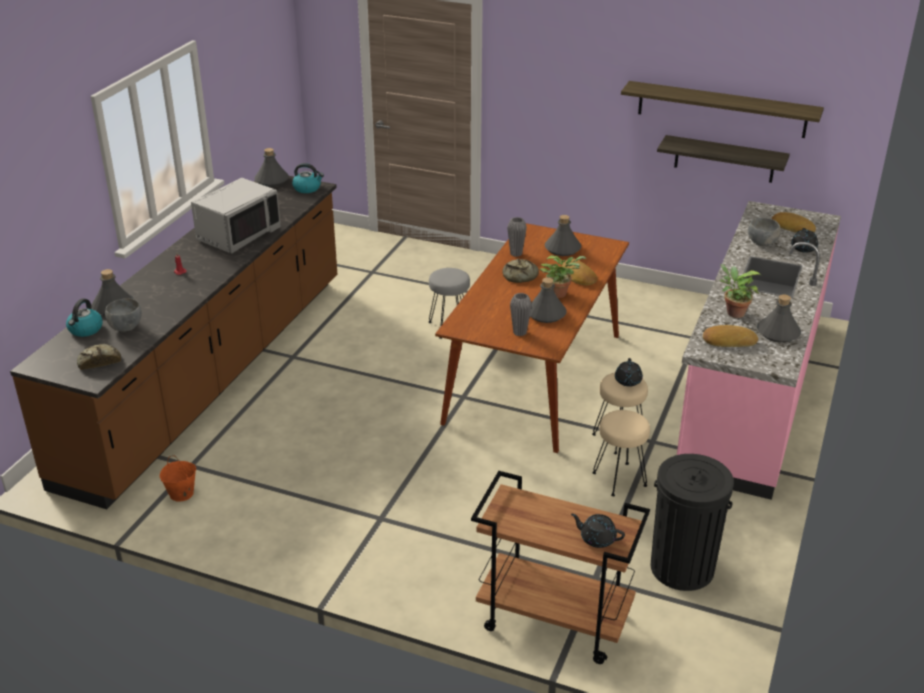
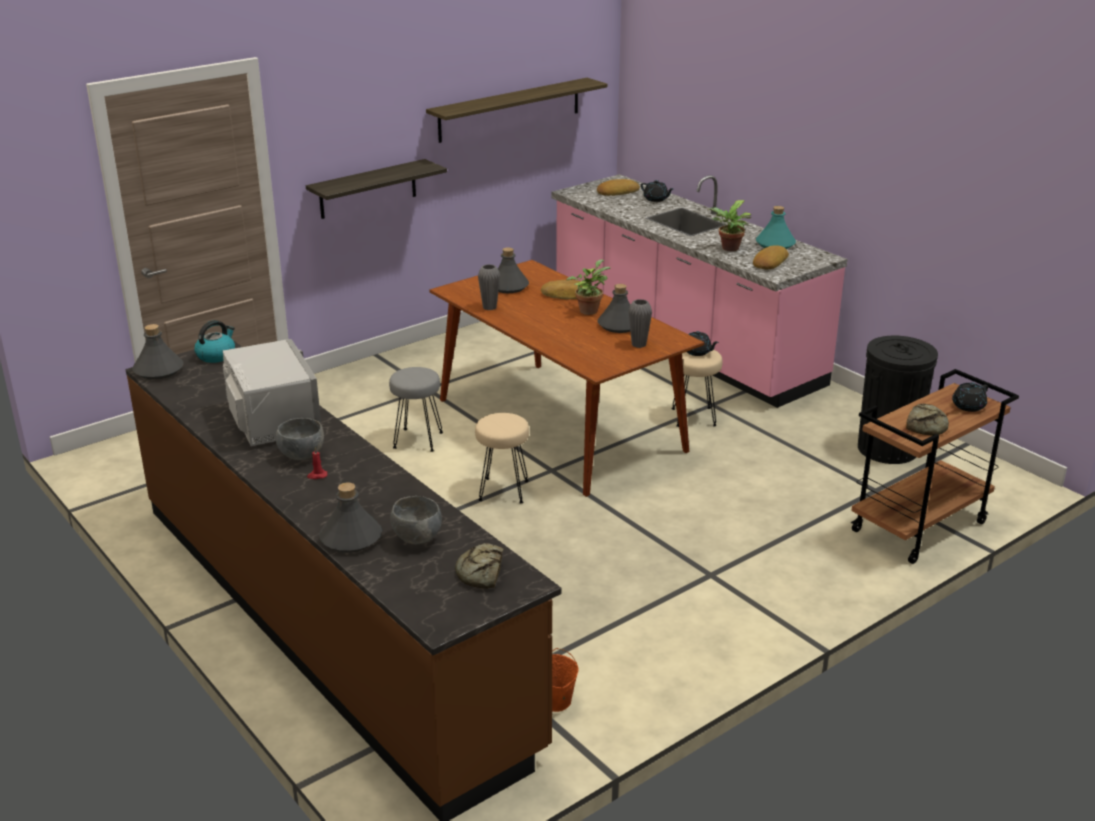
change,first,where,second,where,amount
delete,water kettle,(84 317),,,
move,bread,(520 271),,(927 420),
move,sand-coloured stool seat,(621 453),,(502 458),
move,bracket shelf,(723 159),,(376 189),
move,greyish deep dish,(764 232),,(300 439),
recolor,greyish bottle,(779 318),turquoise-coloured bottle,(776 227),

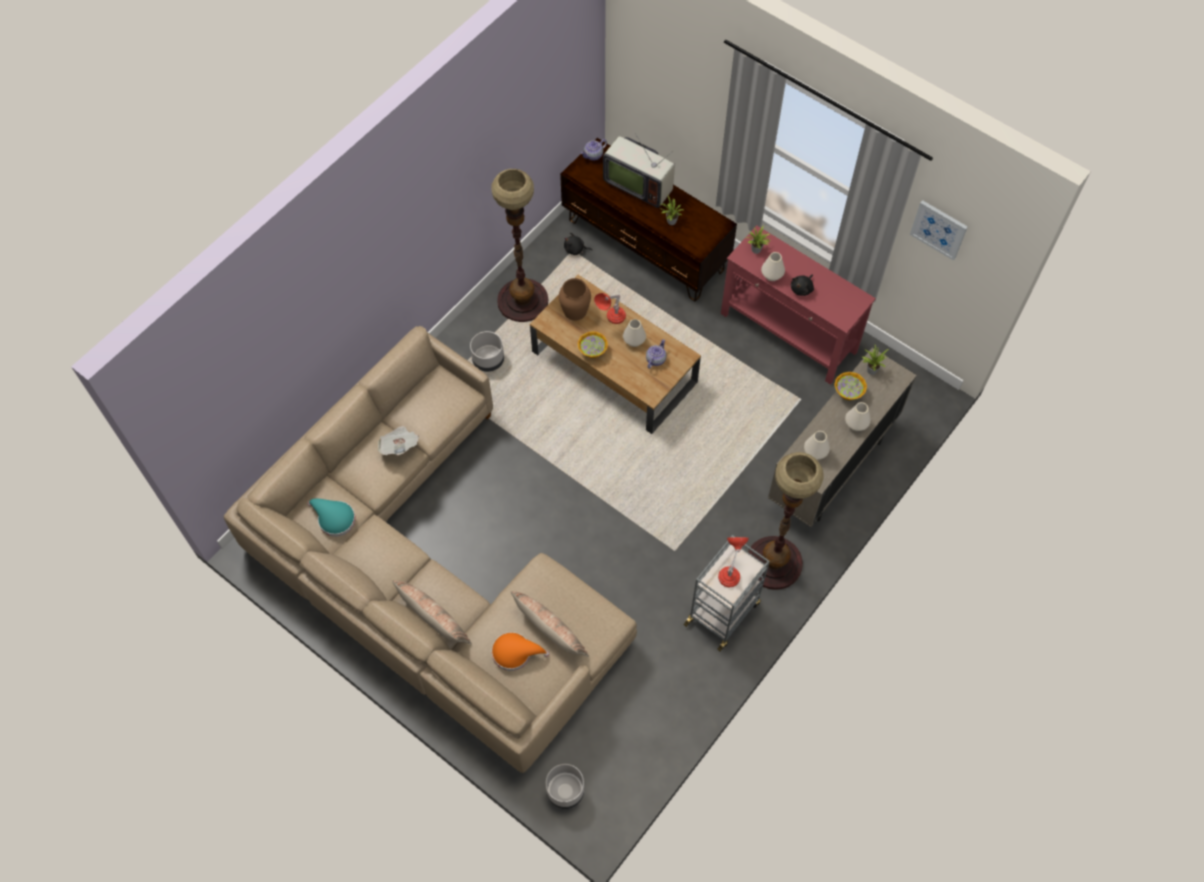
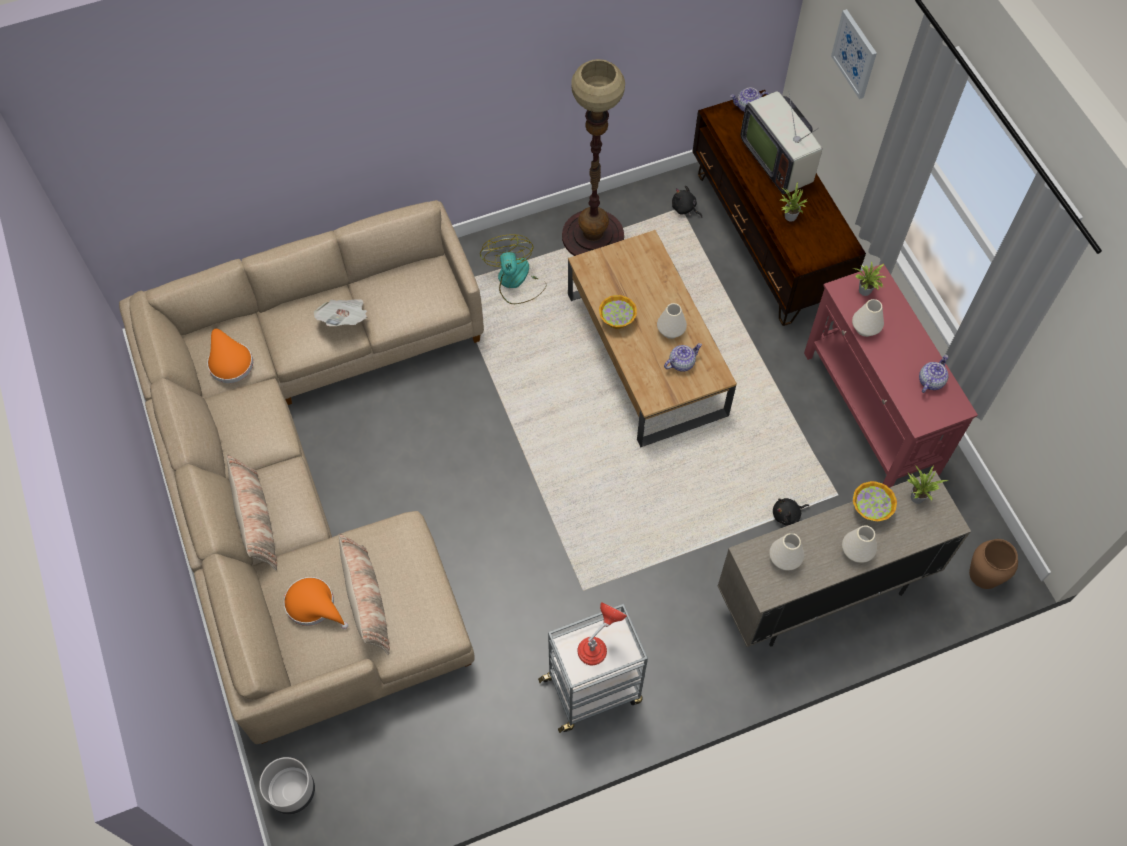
change,first,where,second,where,amount
recolor,turquoise-coloured clothing hat,(331 518),orangey clothing hat,(230 356),
replace,greyish plant pot,(487 351),fan,(513 269),
move,brown flower vase,(575 299),,(993 564),
delete,reddish lamp for a table,(610 308),,,
delete,standard lamp,(786 521),,,
move,black-coloured cuddly toy,(802 285),,(791 512),
move,picture,(939 230),,(854 54),
insert,,,tea pot,(933 374),

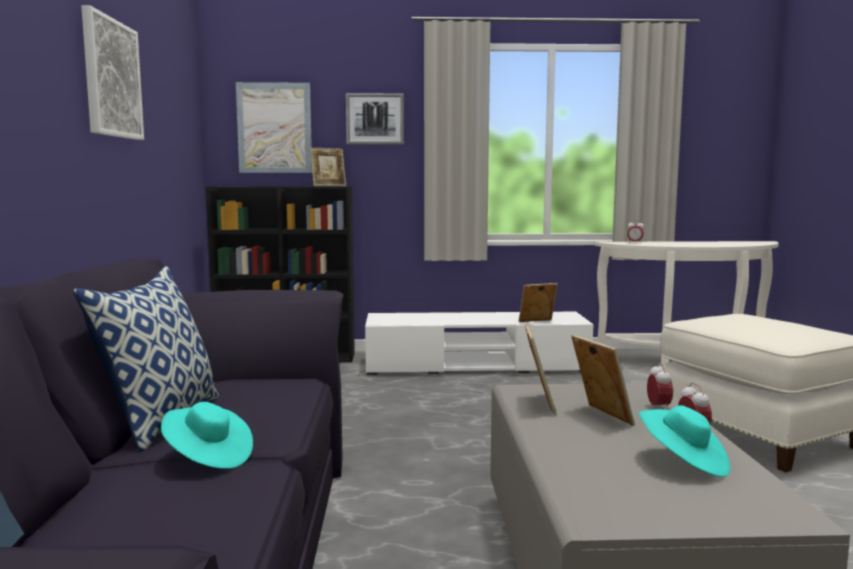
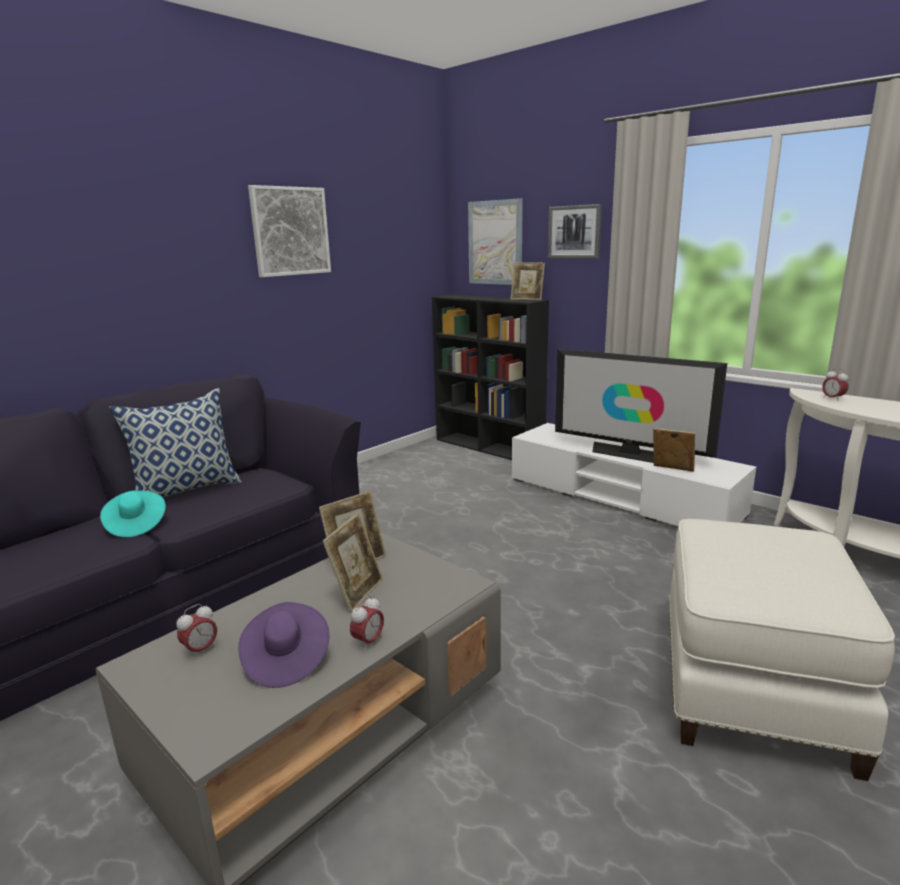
change,first,where,second,where,amount
recolor,turquoise-coloured clothing hat,(684 441),purple-coloured clothing hat,(283 645),
move,table clock,(660 386),,(196 631),
insert,,,television,(641 406),

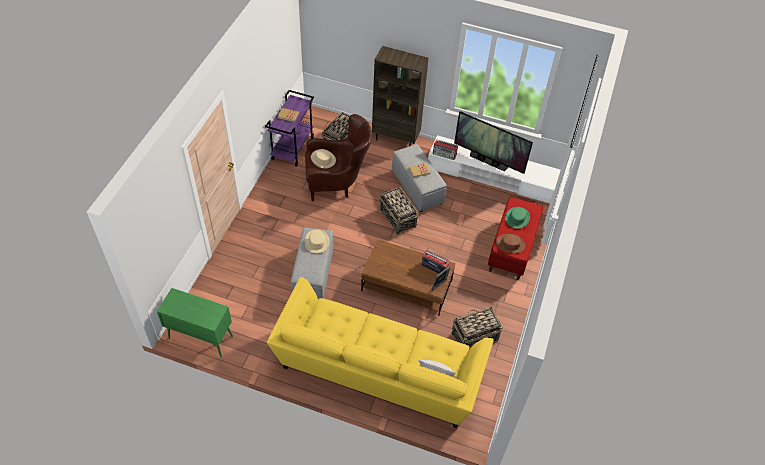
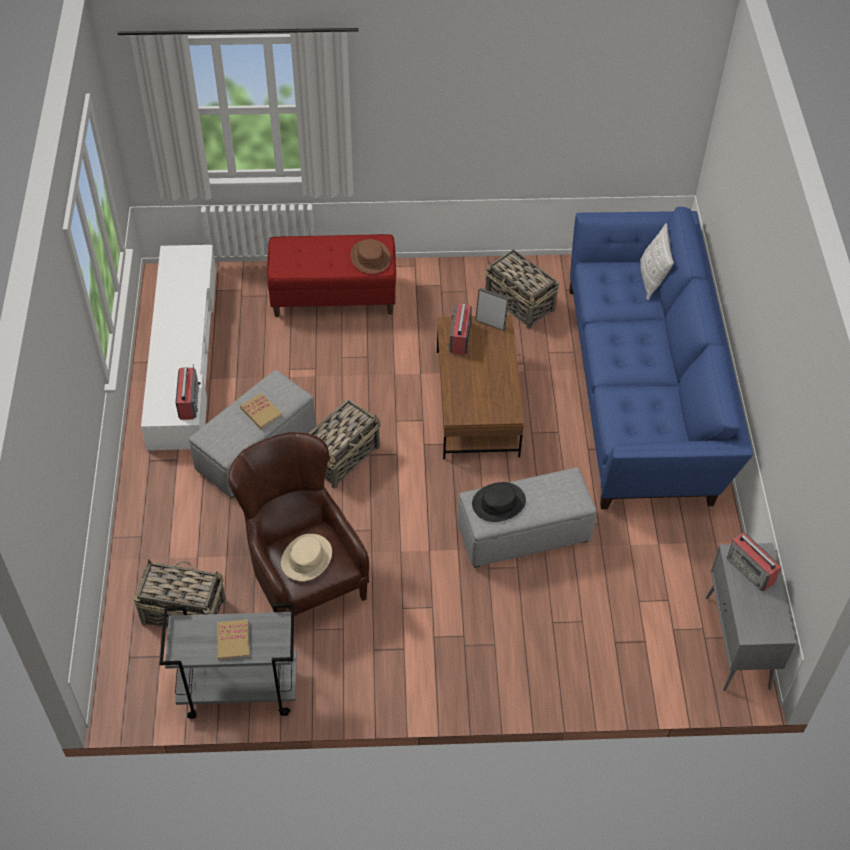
change,first,where,second,where,amount
recolor,green cupboard,(195 322),greyish cupboard,(751 617),
recolor,purple-coloured cart,(289 128),greyish cart,(228 661),
recolor,yellow-coloured couch,(380 352),blue couch,(661 358),
recolor,sand-coloured clothing hat,(317 241),black-coloured clothing hat,(499 502),
delete,brown bookshelf,(400 96),,,
delete,television,(493 142),,,
delete,green clothing hat,(517 218),,,
insert,,,radio receiver,(754 562),

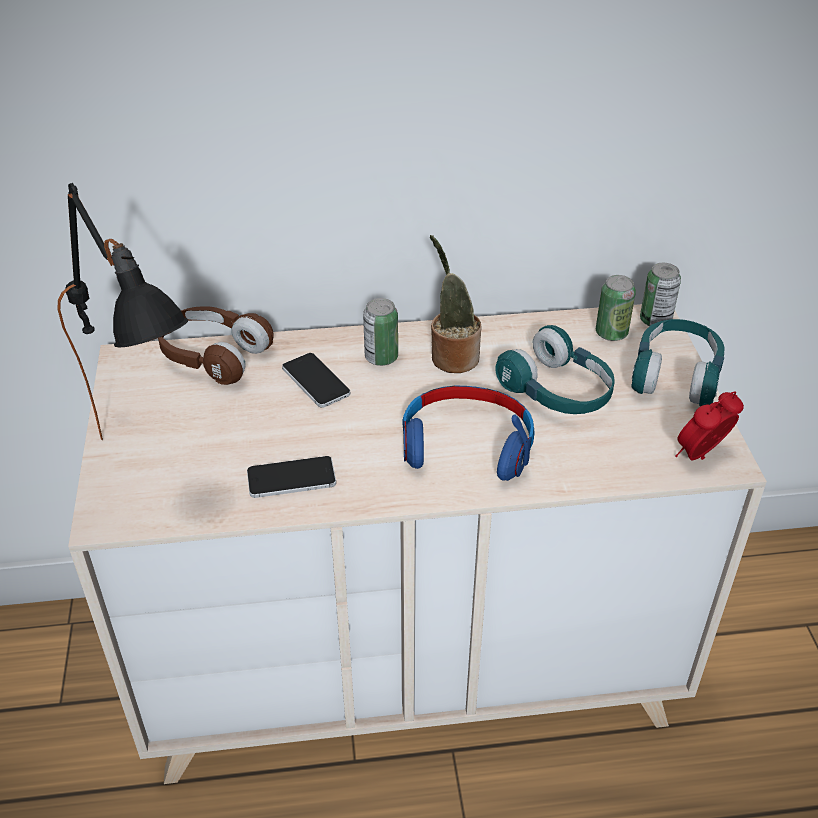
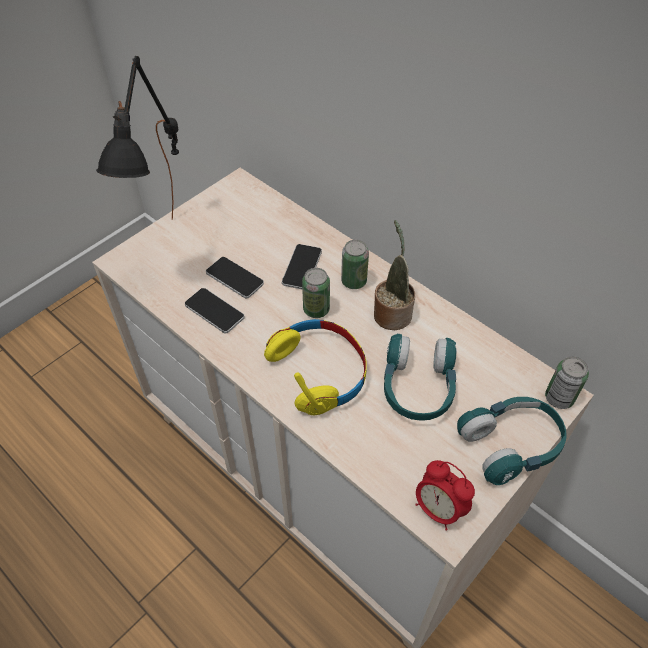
change,first,where,second,where,amount
delete,brown pair of headphones,(216 345),,,
recolor,blue pair of headphones,(468 433),yellow-coloured pair of headphones,(315 367),
move,metal can,(616 308),,(316 293),
rotate,table clock,(709 425),,(445 495),150 degrees counterclockwise
insert,,,phone,(235 277),

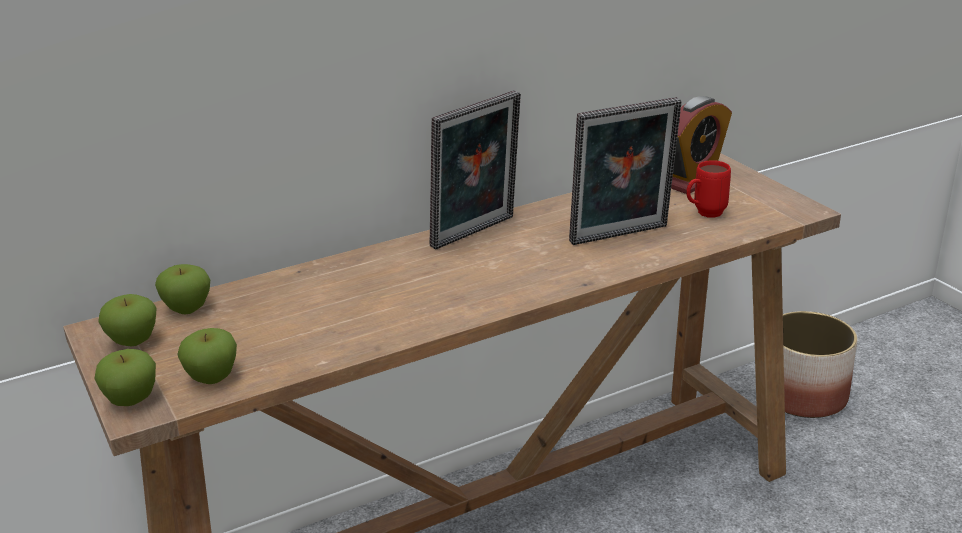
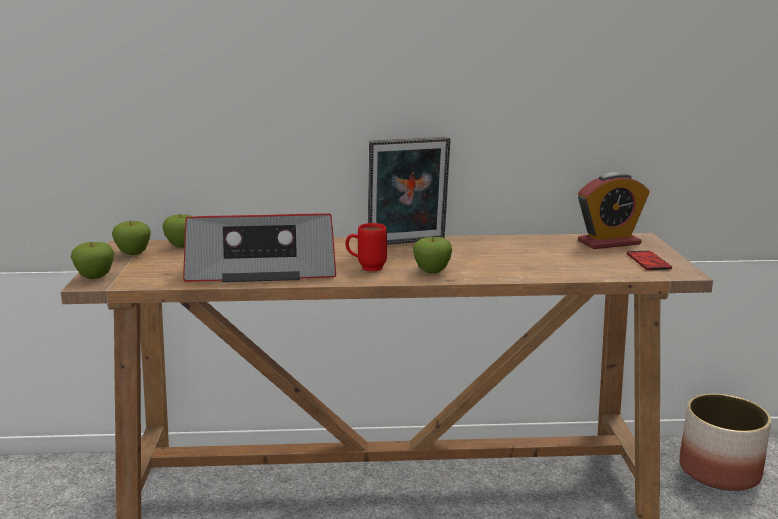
change,first,where,second,where,amount
move,whole apple,(207 356),,(432 255),
delete,standing frame,(625 171),,,
move,reddish coffee mug,(708 189),,(366 247),
insert,,,radio receiver,(259 248),
insert,,,phone,(649 260),

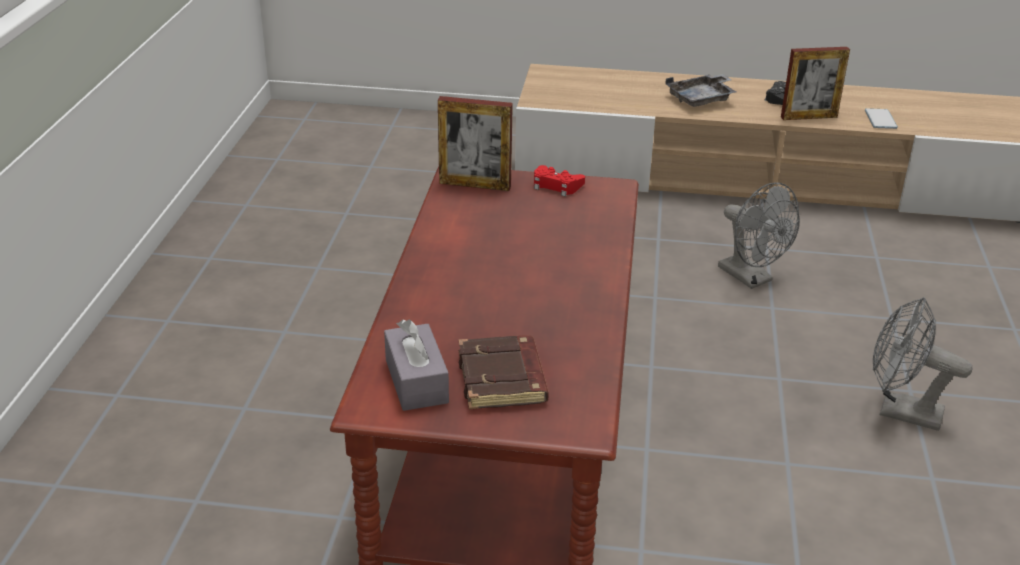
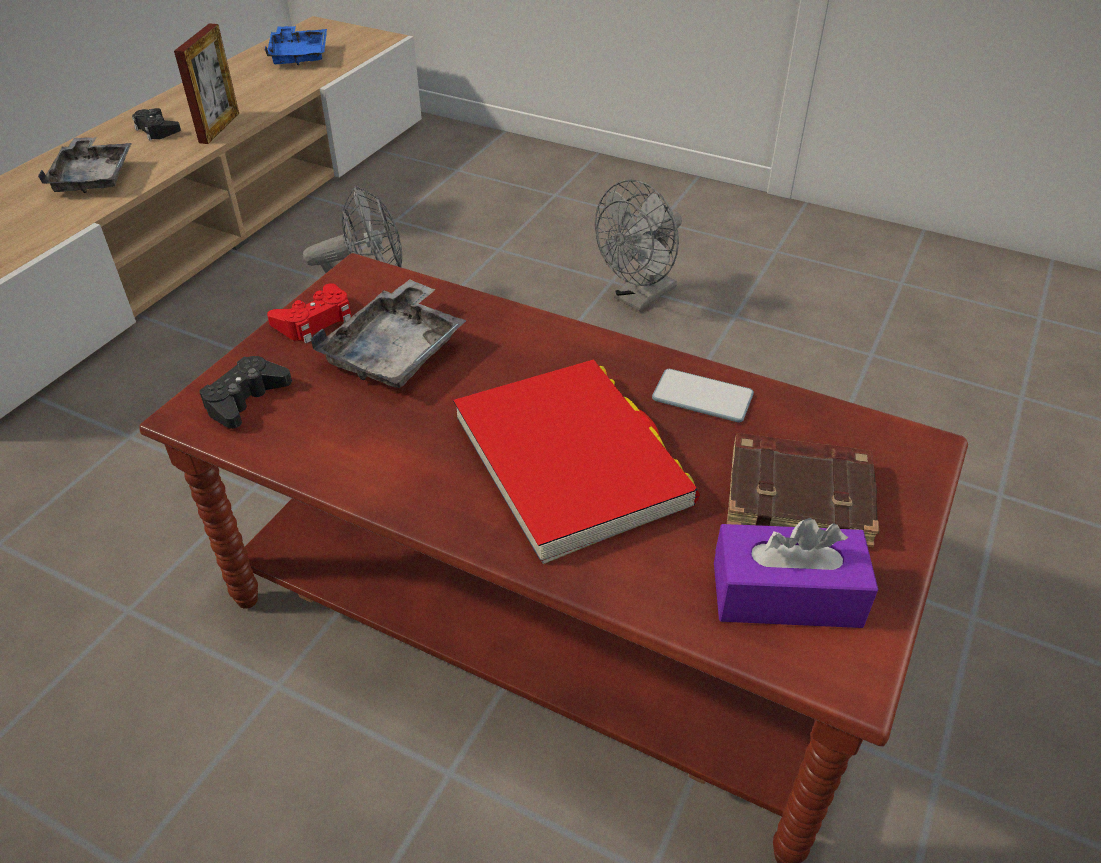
change,first,where,second,where,amount
recolor,greyish tissue box,(416 365),purple-coloured tissue box,(796 573),
replace,standing frame,(475 143),black-coloured joypad,(245 392),
move,phone,(881 118),,(703 395),
insert,,,blue tray,(296 45),
insert,,,greyish tray,(388 333),
insert,,,reddish bound book,(576 461),

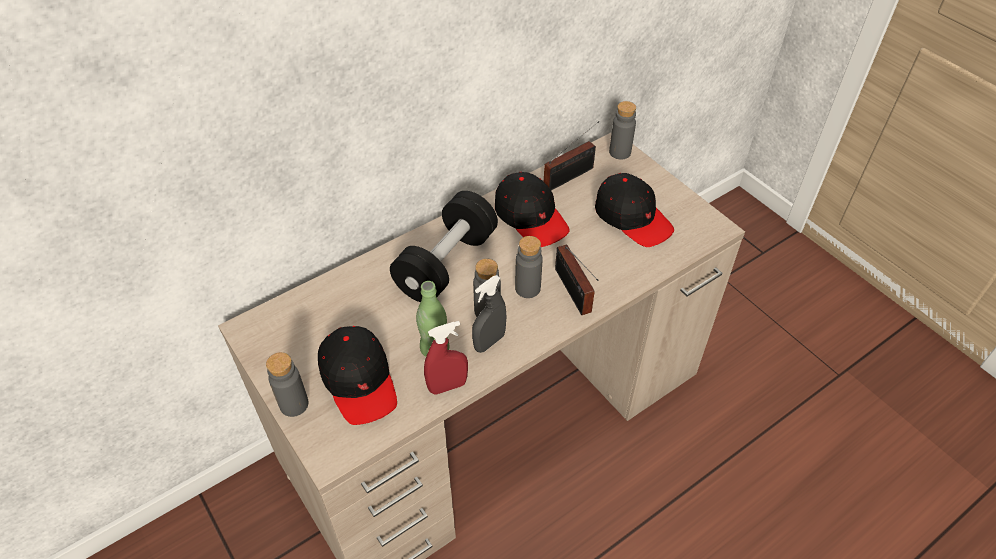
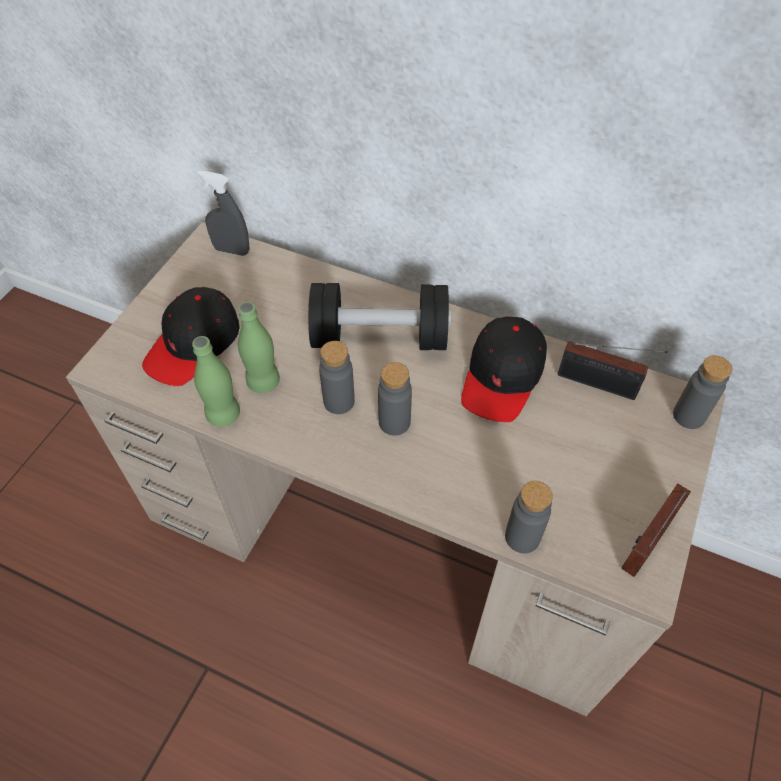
change,first,where,second,where,amount
move,greyish bottle,(287 384),,(529 517),
replace,reddish sprayer,(446 358),green bottle,(216 381),
move,greyish sprayer,(489 314),,(223 213),
move,radio receiver,(577 279),,(656 530),
delete,black-coloured cap,(634 210),,,

